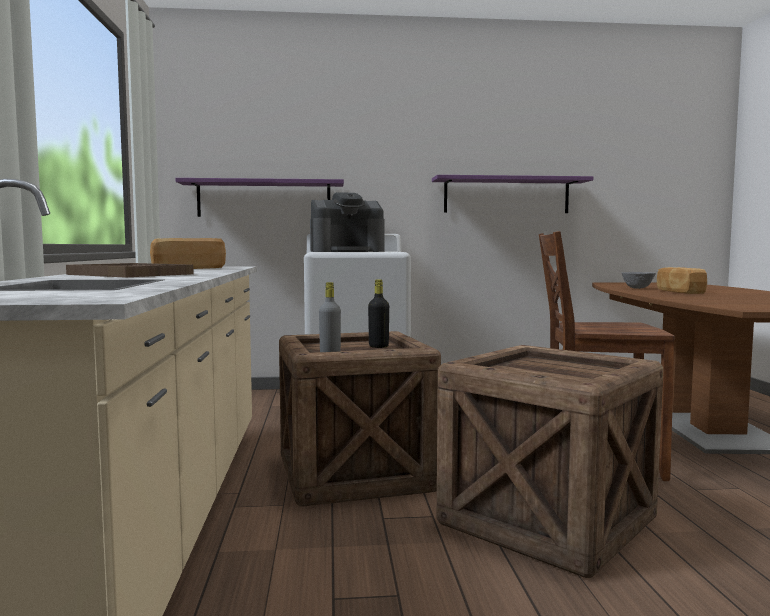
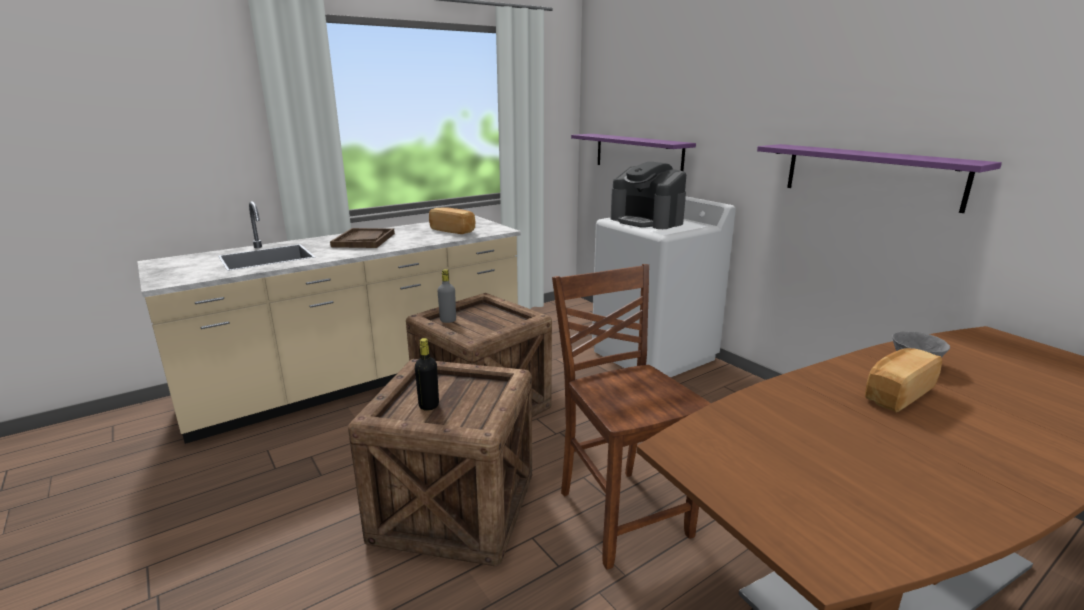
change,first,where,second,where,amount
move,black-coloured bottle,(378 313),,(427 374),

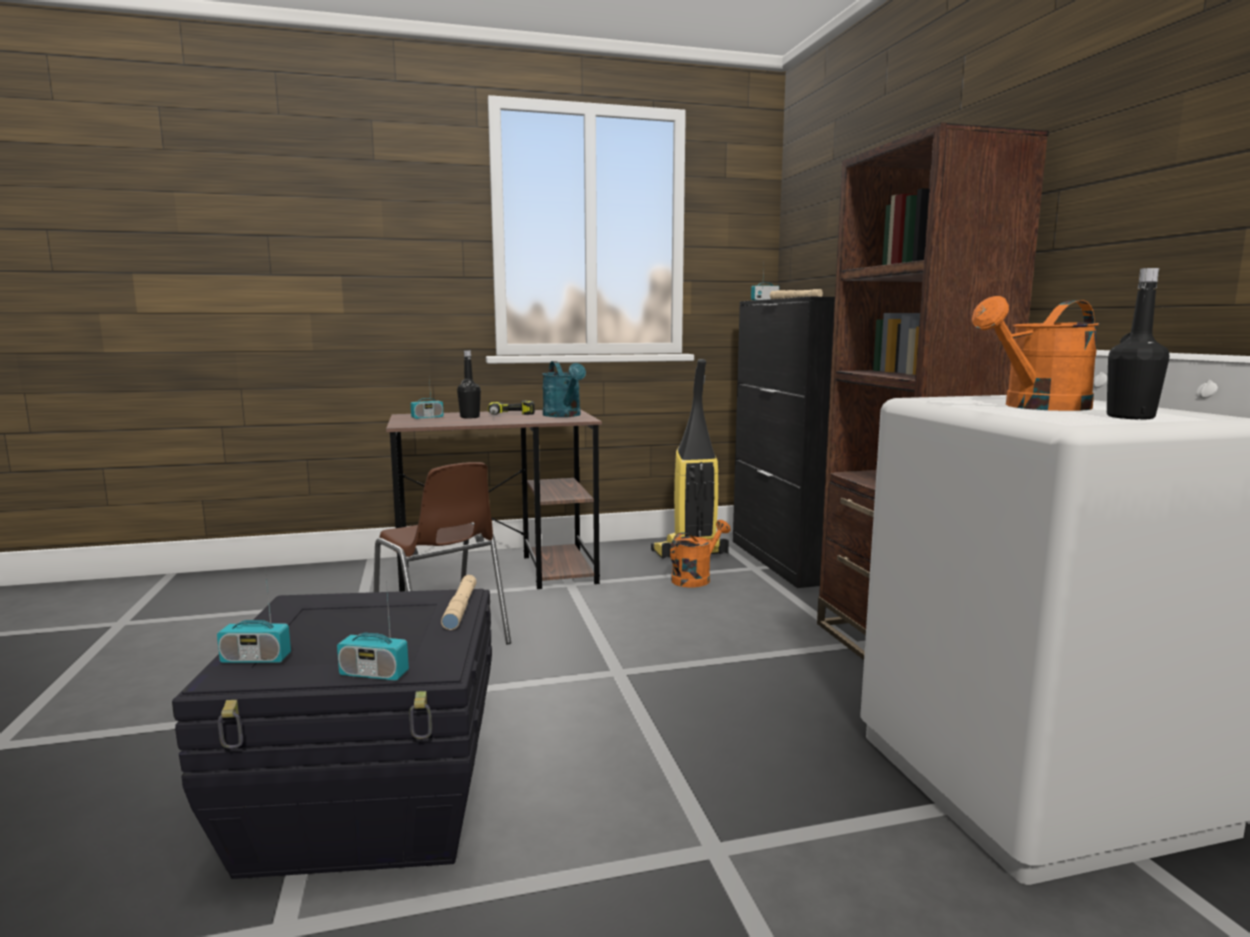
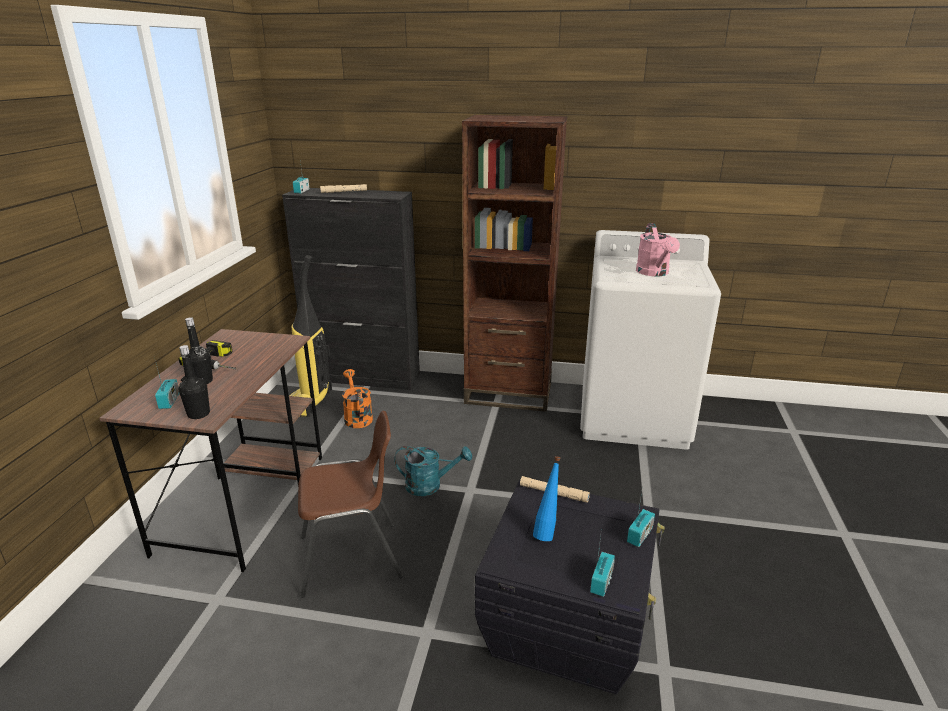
change,first,where,second,where,amount
move,turquoise-coloured watering can,(564 389),,(433 471),
recolor,orangey watering can,(1036 353),pink-coloured watering can,(658 250),
move,black-coloured bottle,(1138 344),,(194 382),
insert,,,blue bottle,(547 498),

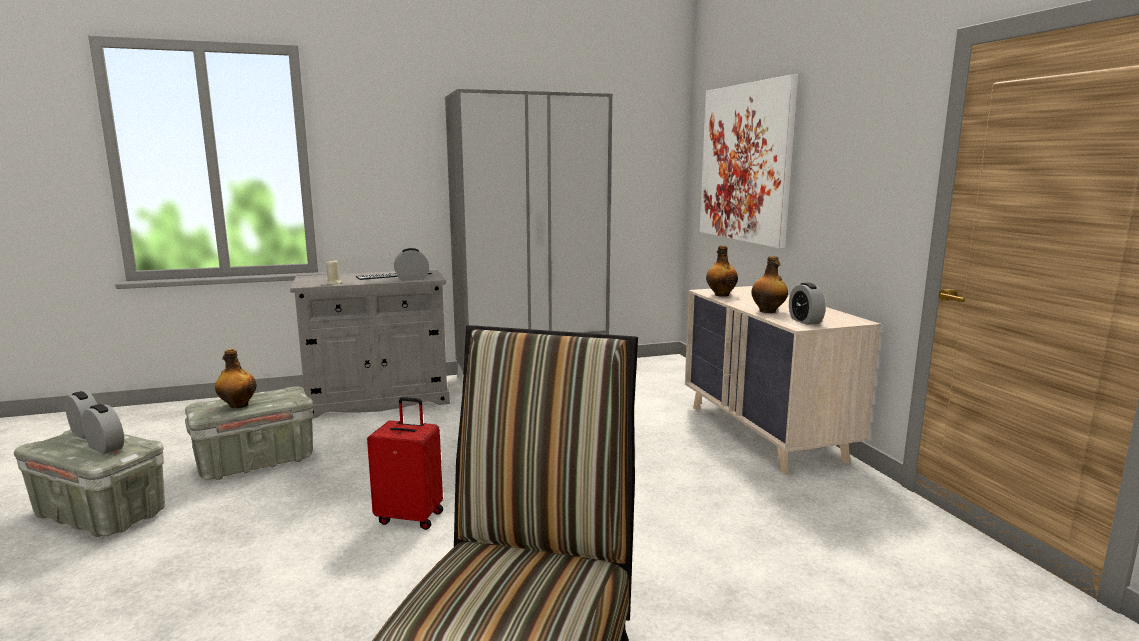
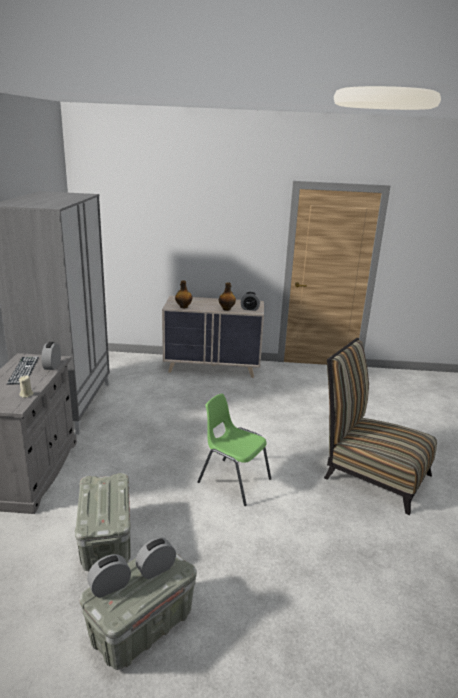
change,first,where,second,where,amount
delete,bottle,(236 378),,,
replace,reddish travel case,(405 463),green chair,(234 450),
delete,picture,(749 161),,,

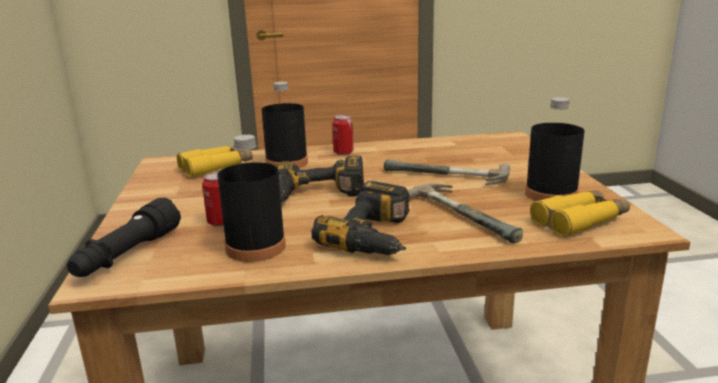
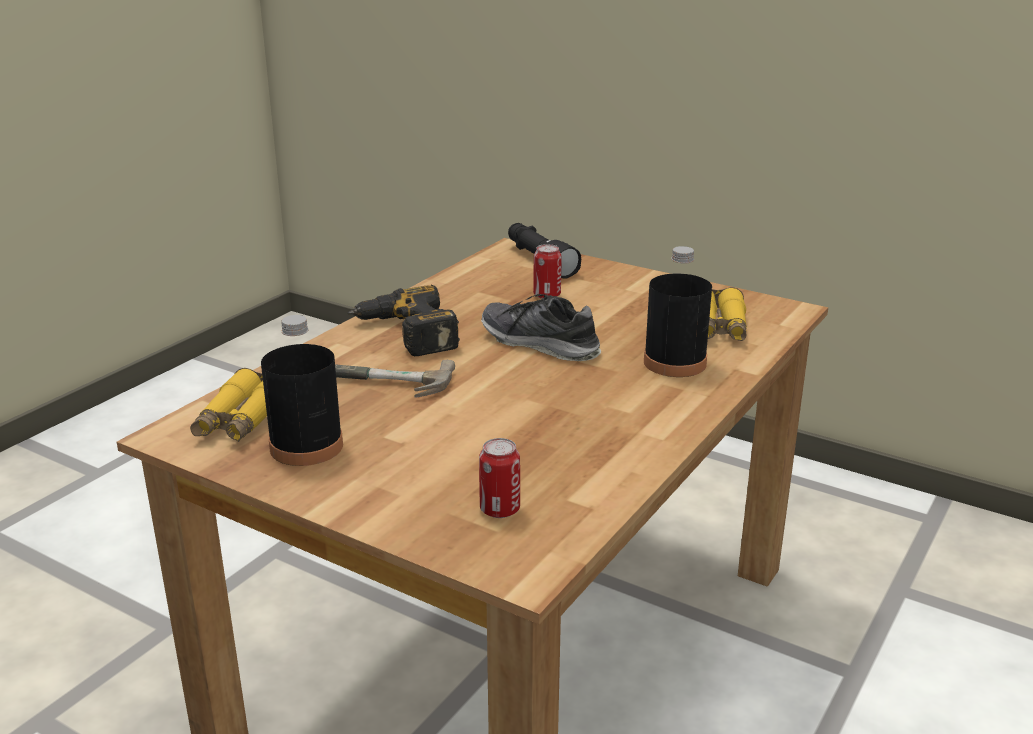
change,first,where,second,where,amount
delete,black-coloured bottle,(251 198),,,
replace,drill,(320 179),item of footwear,(541 327),
move,metal can,(343 135),,(499 478),
delete,hammer,(447 172),,,

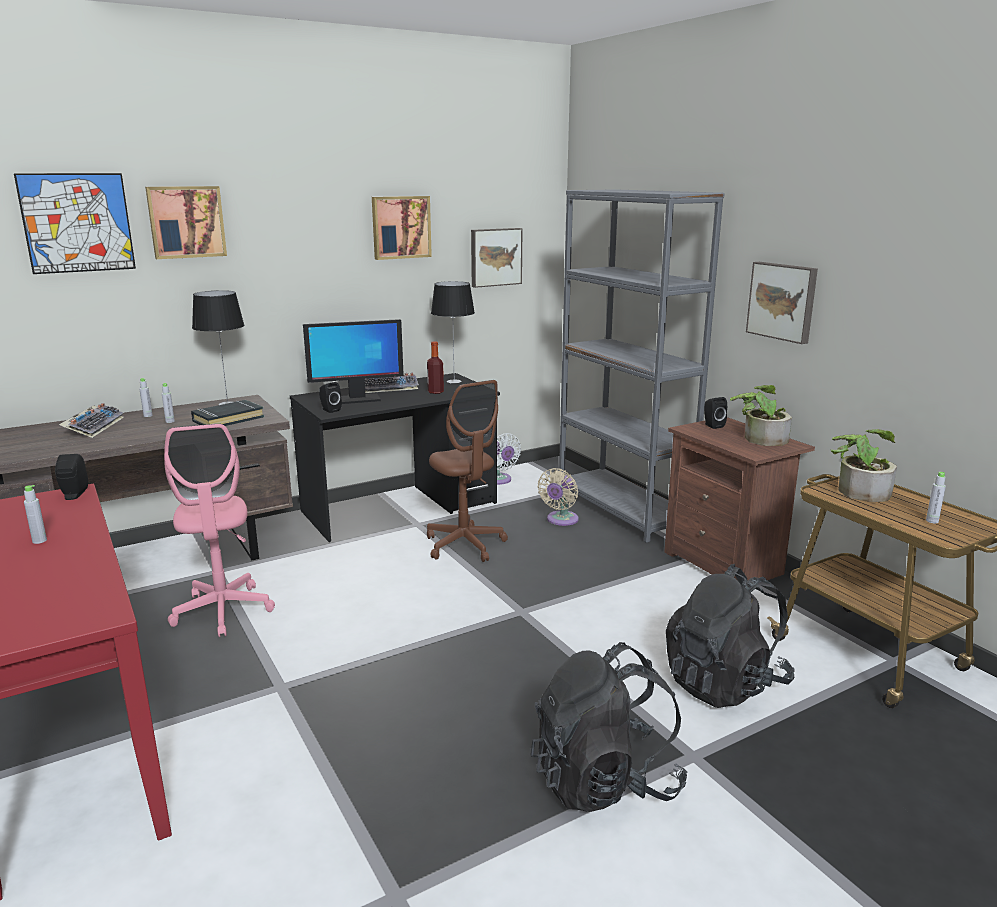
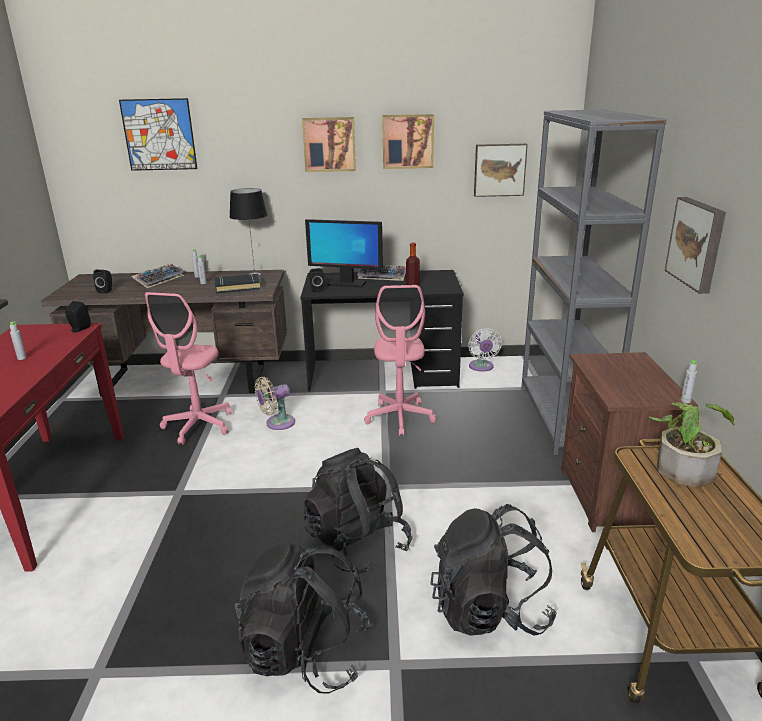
change,first,where,second,where,amount
move,picture,(186 222),,(329 144),
recolor,brown office chair,(467 471),pink-coloured office chair,(400 360),
delete,lamp for a table,(453 332),,,
move,sand-coloured fan,(558 497),,(275 403),
move,black-coloured audio speaker,(715 413),,(102 281),
delete,potted plant,(761 415),,,
move,greyish bottle,(936 497),,(689 381),
insert,,,black-coloured backpack,(358 511),

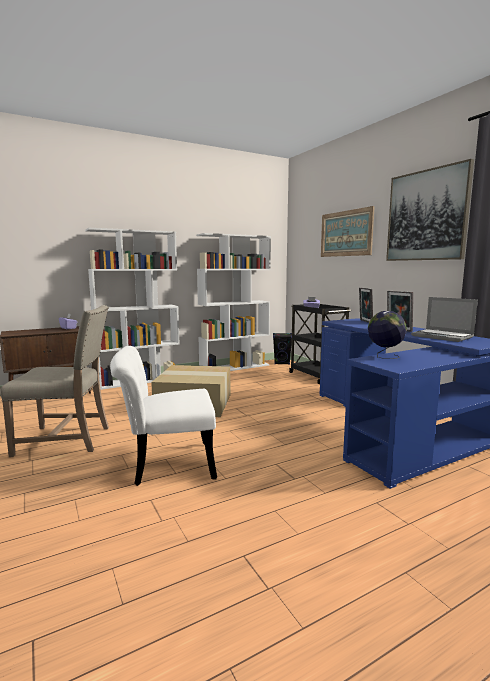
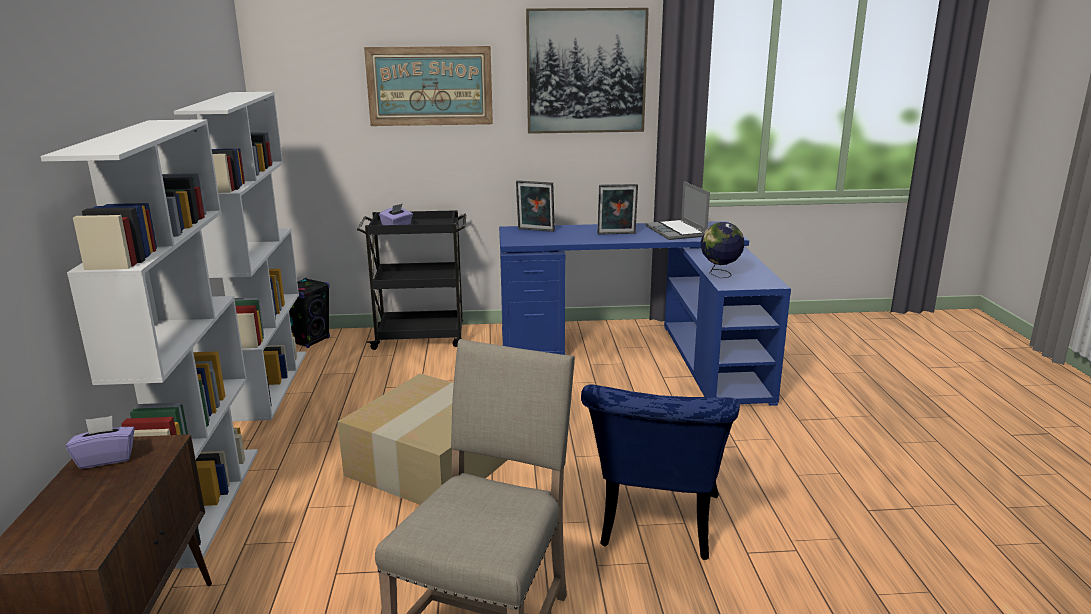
change,first,where,second,where,amount
recolor,whitish chair,(163 416),blue chair,(660 472),
rotate,notebook computer,(444 319),,(678 210),90 degrees clockwise

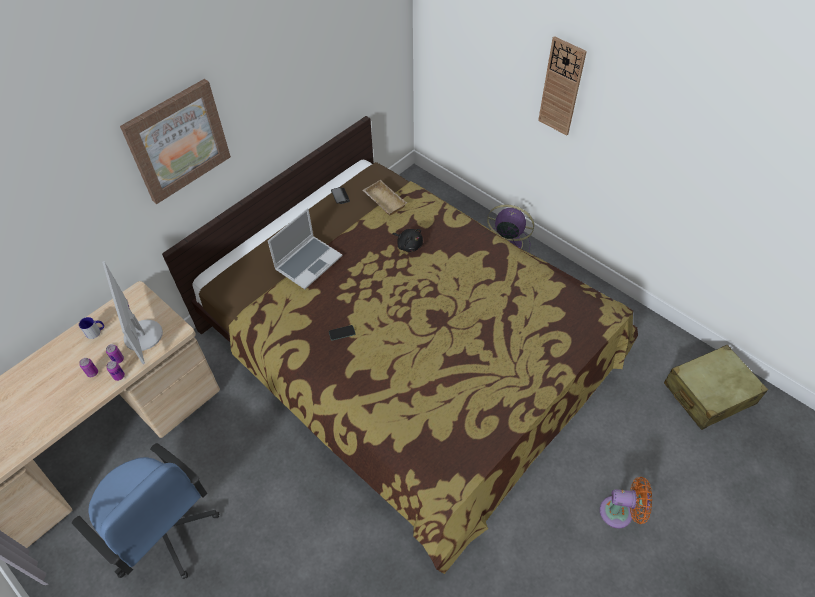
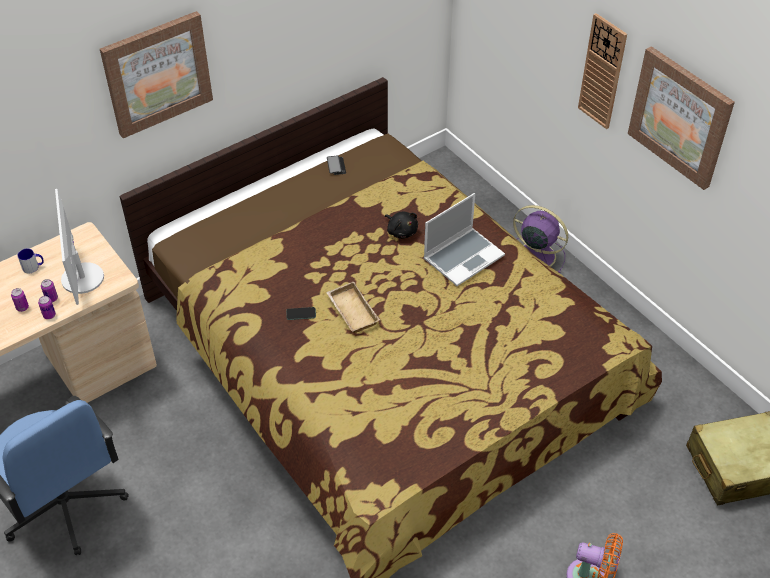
change,first,where,second,where,amount
move,notebook computer,(305 248),,(464 239),
move,sand-coloured tray,(384 197),,(353 307),
insert,,,picture,(681 118),

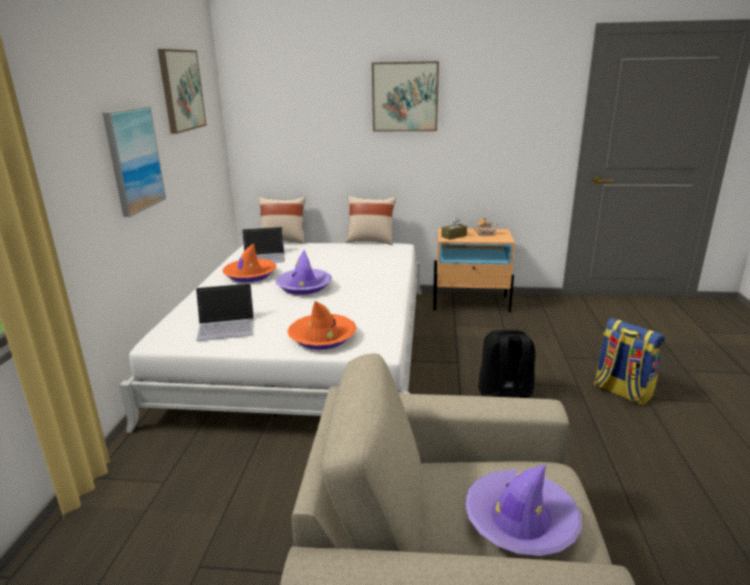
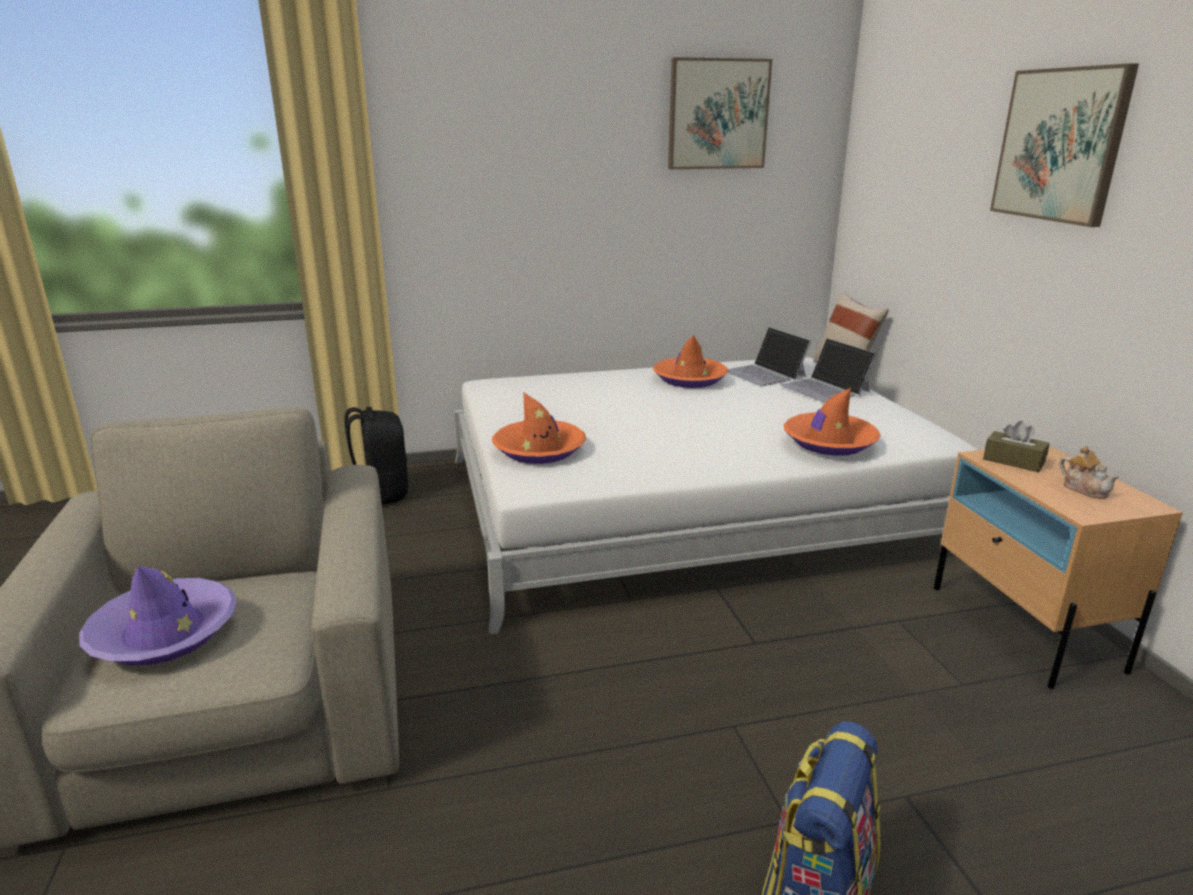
change,first,where,second,where,amount
delete,picture,(134 161),,,
move,notebook computer,(225 312),,(828 370),
delete,purple-coloured clothing hat,(303 272),,,
delete,sand-coloured pillow,(371 220),,,
move,black-coloured backpack,(506 364),,(376 456),
insert,,,orangey clothing hat,(832 422),

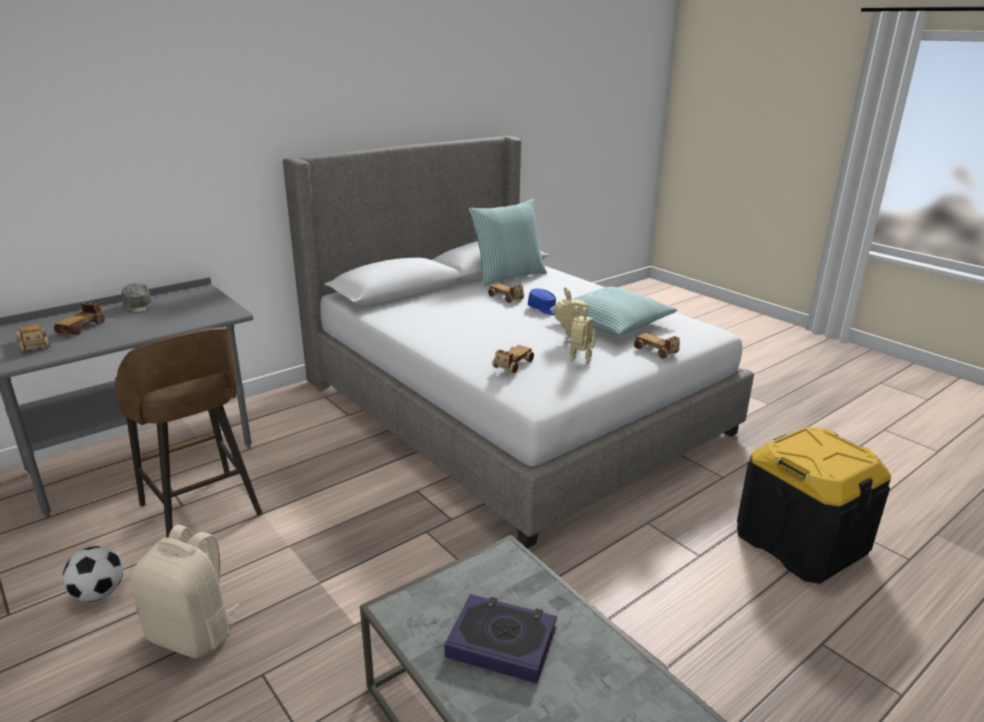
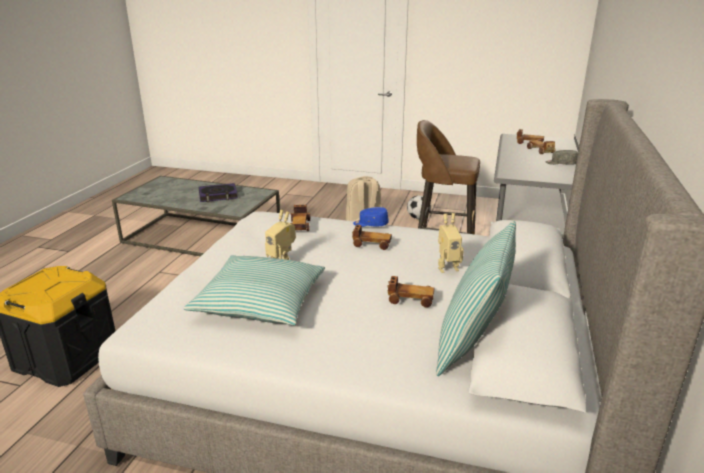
change,first,where,second,where,amount
move,blue cap,(542 302),,(371 217),
move,model robot,(583 335),,(451 243),
move,toy car,(657 345),,(372 237),

